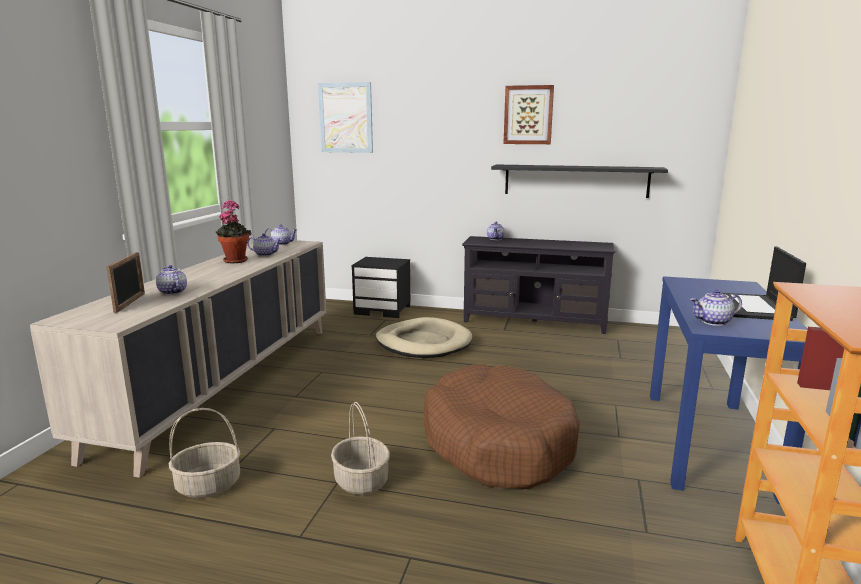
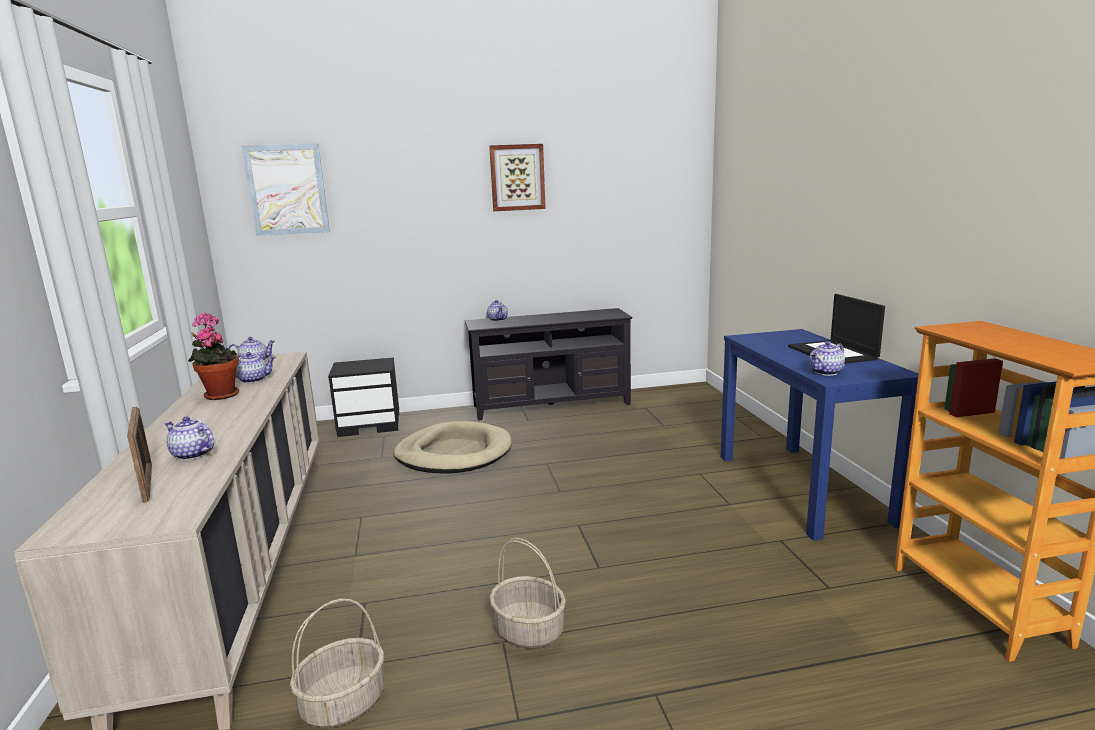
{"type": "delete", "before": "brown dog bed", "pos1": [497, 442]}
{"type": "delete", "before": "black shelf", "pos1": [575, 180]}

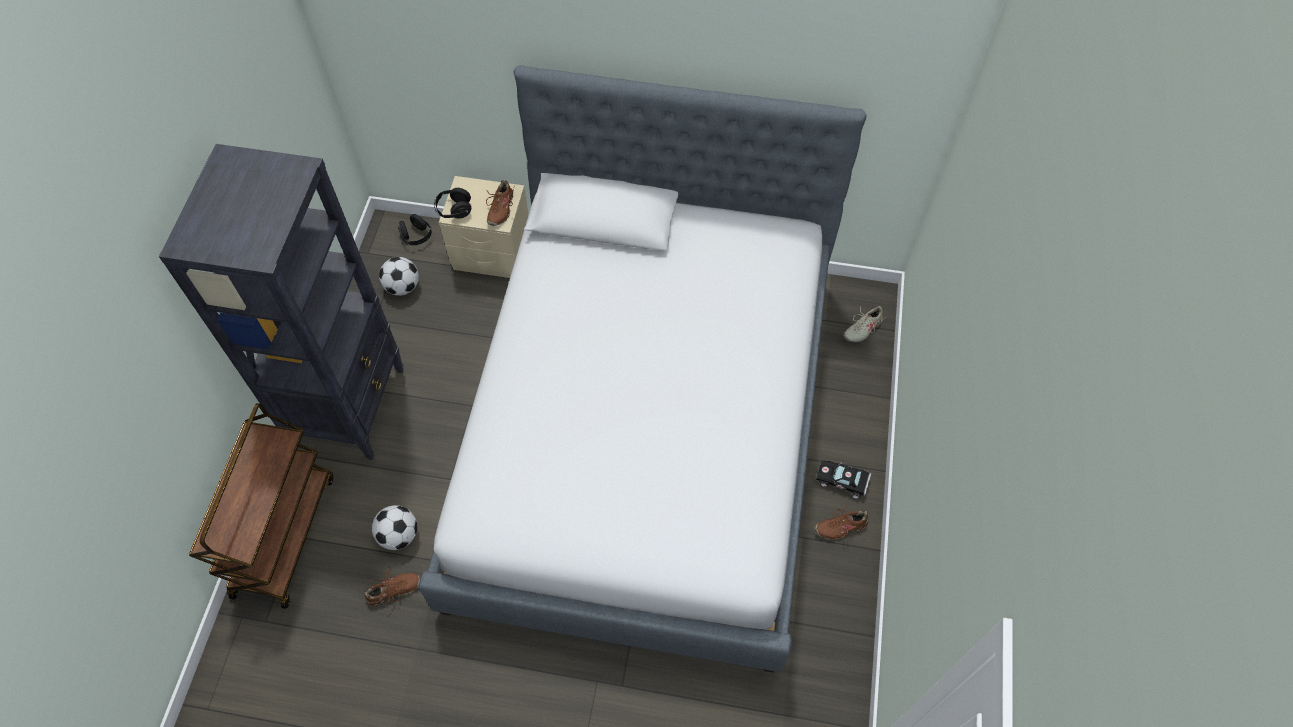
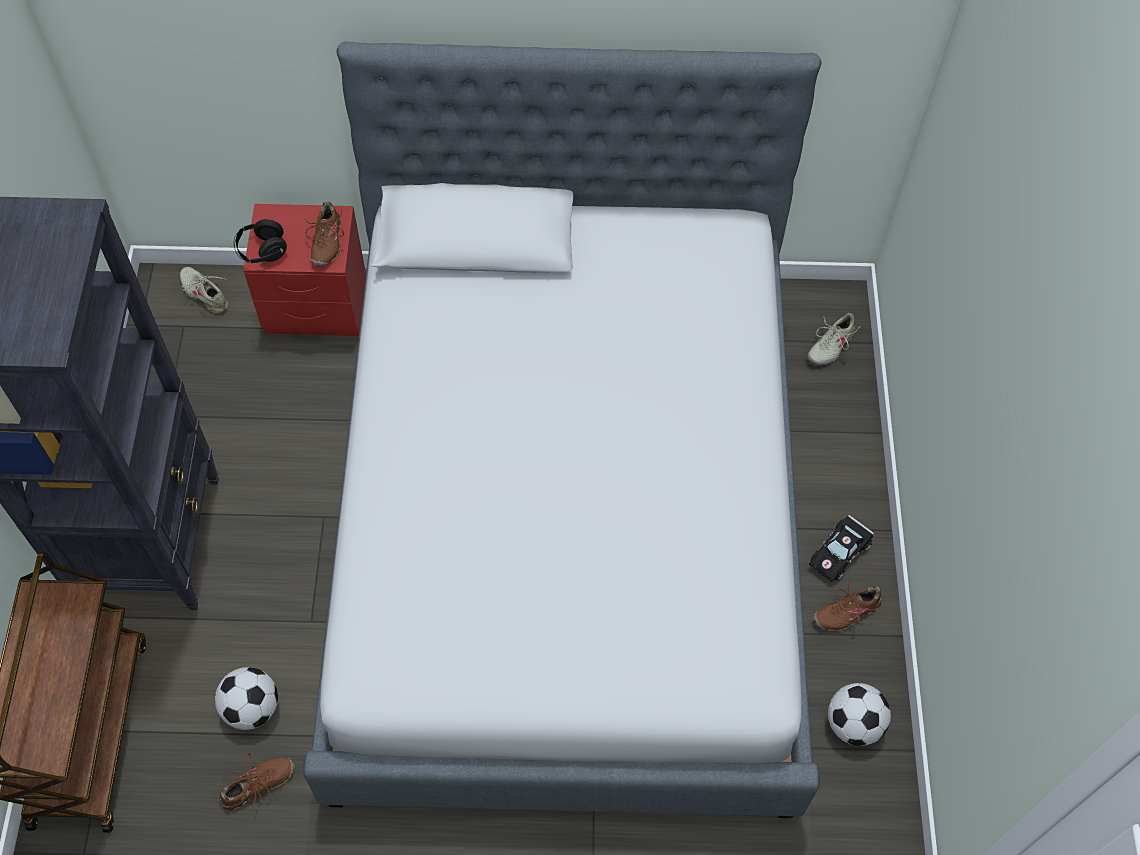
{"type": "move", "before": "football", "pos1": [403, 286], "pos2": [853, 723]}
{"type": "replace", "before": "black headphones", "after": "beige shoe", "pos1": [416, 236], "pos2": [205, 294]}
{"type": "recolor", "before": "beige nightstand", "after": "red nightstand", "pos1": [492, 253], "pos2": [315, 304]}
{"type": "rotate", "before": "black toy car", "pos1": [844, 481], "pos2": [840, 551], "turn": -60}

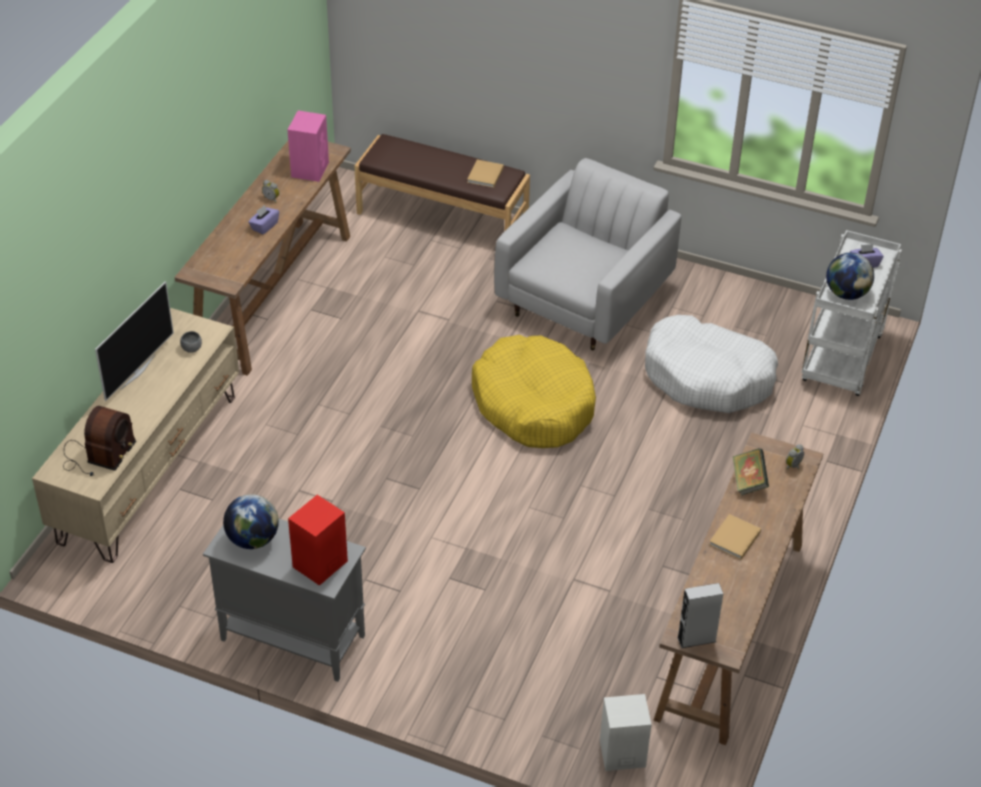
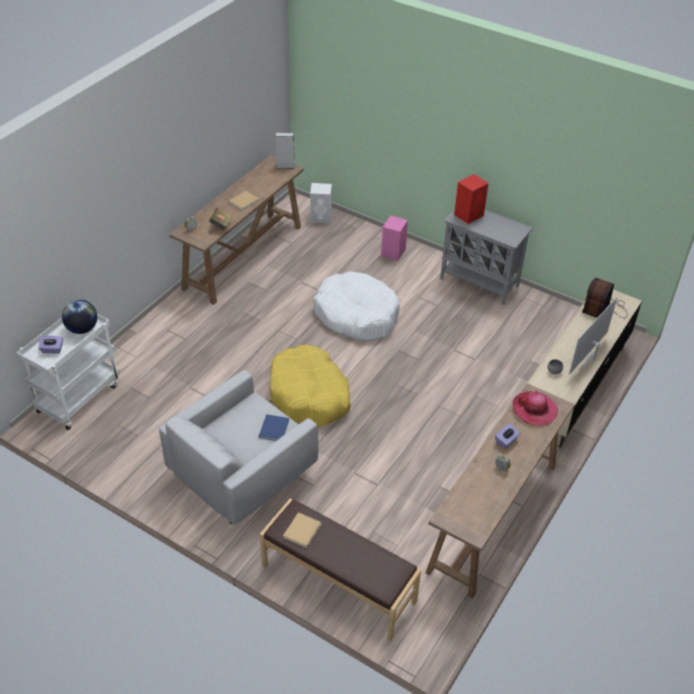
{"type": "delete", "before": "globe", "pos1": [253, 539]}
{"type": "move", "before": "pink speaker", "pos1": [310, 169], "pos2": [393, 253]}
{"type": "move", "before": "white dog bed", "pos1": [707, 377], "pos2": [356, 315]}
{"type": "insert", "after": "blue book", "pos2": [274, 428]}
{"type": "insert", "after": "hat", "pos2": [534, 410]}

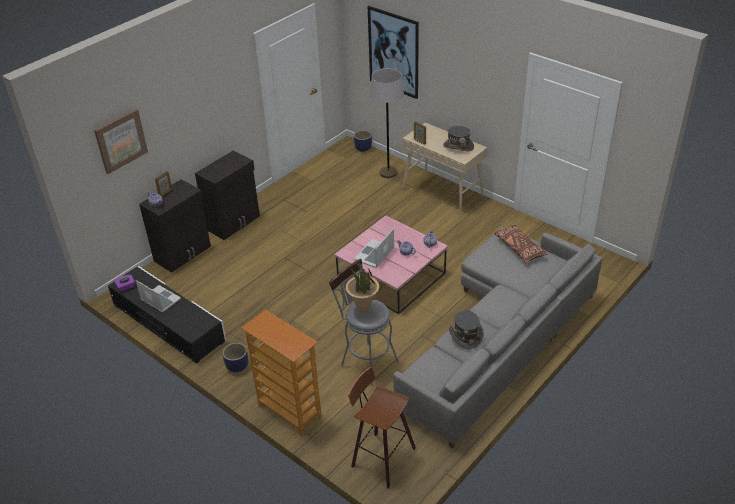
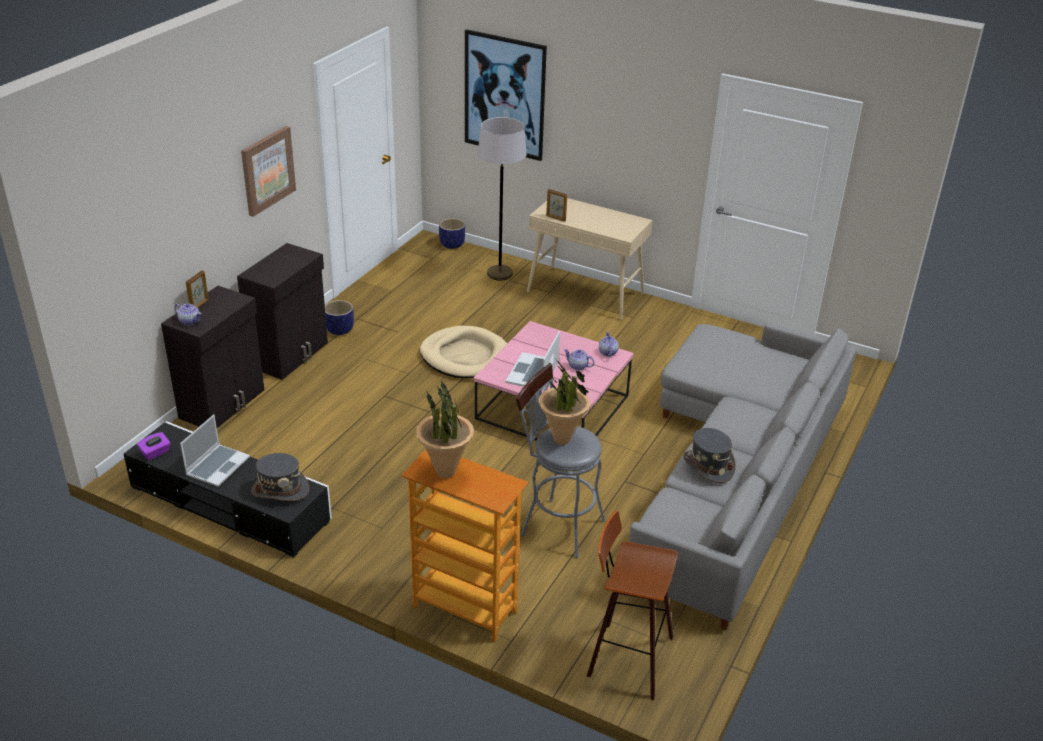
{"type": "move", "before": "picture", "pos1": [120, 140], "pos2": [267, 170]}
{"type": "rotate", "before": "laptop", "pos1": [160, 300], "pos2": [217, 466], "turn": 90}
{"type": "move", "before": "planter", "pos1": [237, 366], "pos2": [340, 329]}
{"type": "move", "before": "grey hat", "pos1": [458, 146], "pos2": [280, 490]}
{"type": "delete", "before": "brown pillow", "pos1": [519, 248]}
{"type": "insert", "after": "potted plant", "pos2": [446, 473]}
{"type": "insert", "after": "beige dog bed", "pos2": [465, 356]}

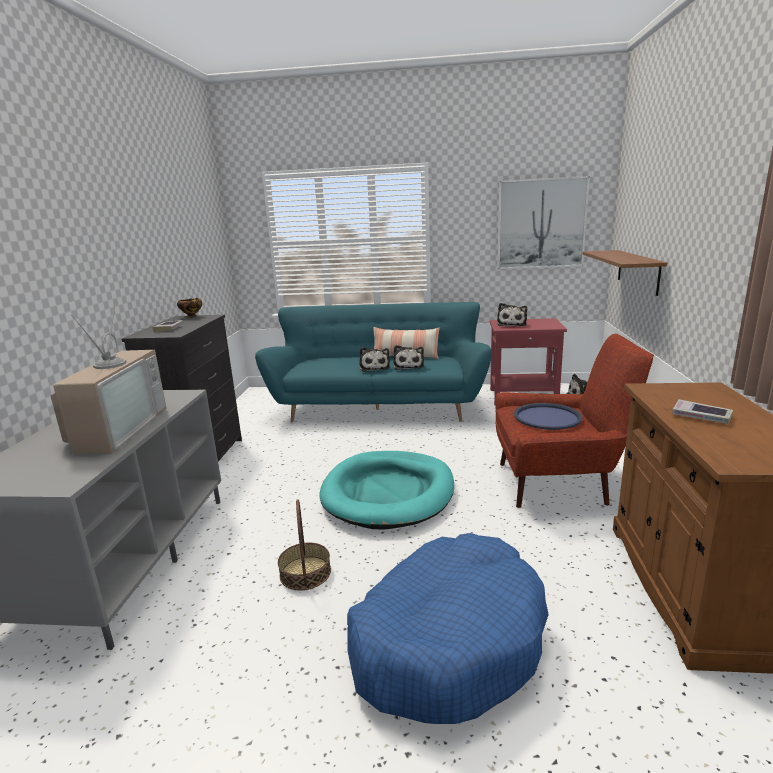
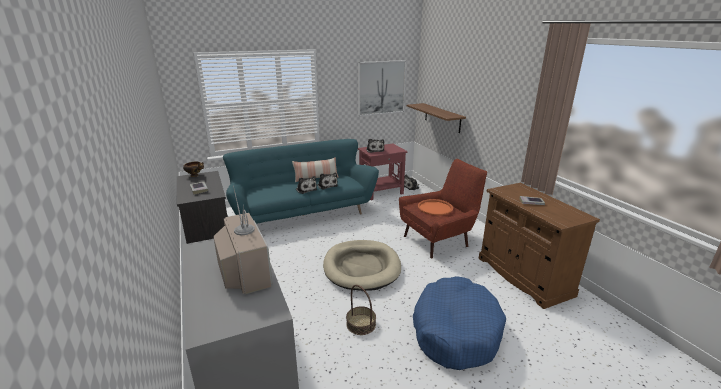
{"type": "recolor", "before": "turquoise dog bed", "after": "beige dog bed", "pos1": [388, 493], "pos2": [361, 267]}
{"type": "recolor", "before": "blue tray", "after": "orange tray", "pos1": [547, 417], "pos2": [435, 208]}

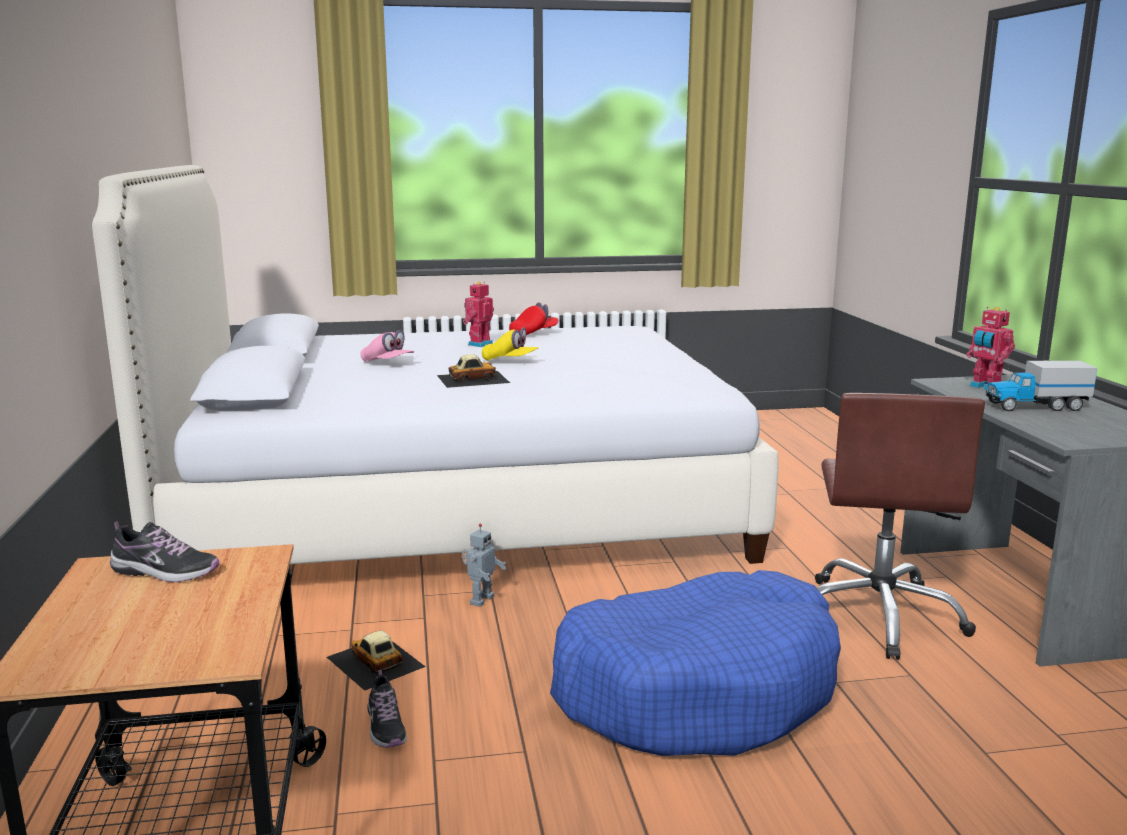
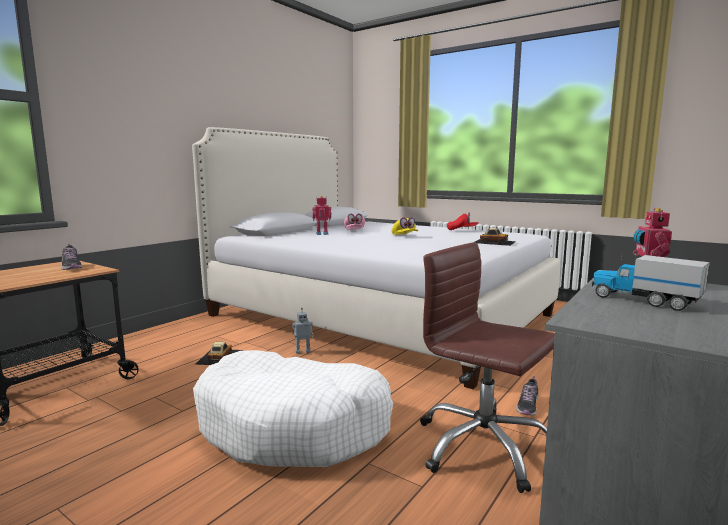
{"type": "move", "before": "shoe", "pos1": [386, 726], "pos2": [528, 406]}
{"type": "move", "before": "toy car", "pos1": [472, 379], "pos2": [494, 242]}
{"type": "move", "before": "toy robot", "pos1": [479, 344], "pos2": [322, 234]}
{"type": "recolor", "before": "blue dog bed", "after": "white dog bed", "pos1": [697, 689], "pos2": [295, 426]}
{"type": "rotate", "before": "brown office chair", "pos1": [879, 616], "pos2": [483, 447], "turn": 75}

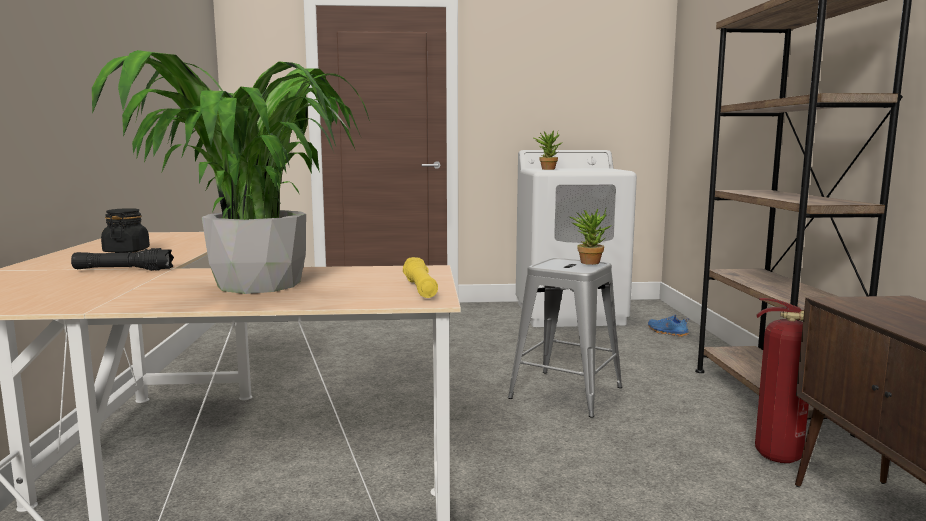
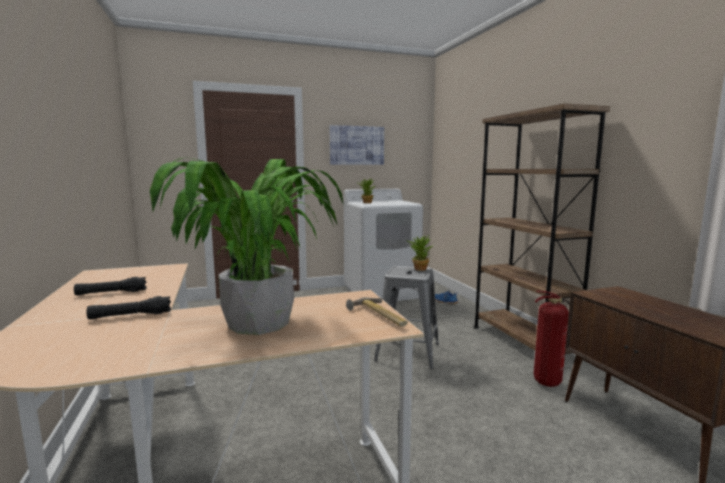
{"type": "replace", "before": "black jar", "after": "black flashlight", "pos1": [126, 251], "pos2": [111, 293]}
{"type": "replace", "before": "yellow flashlight", "after": "hammer", "pos1": [420, 288], "pos2": [378, 316]}
{"type": "insert", "after": "picture", "pos2": [356, 145]}

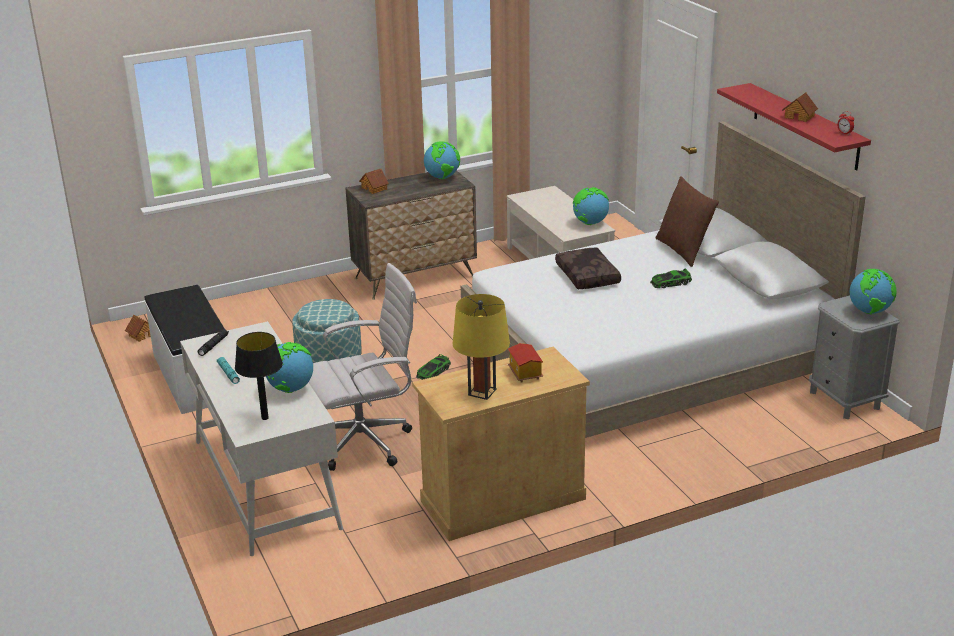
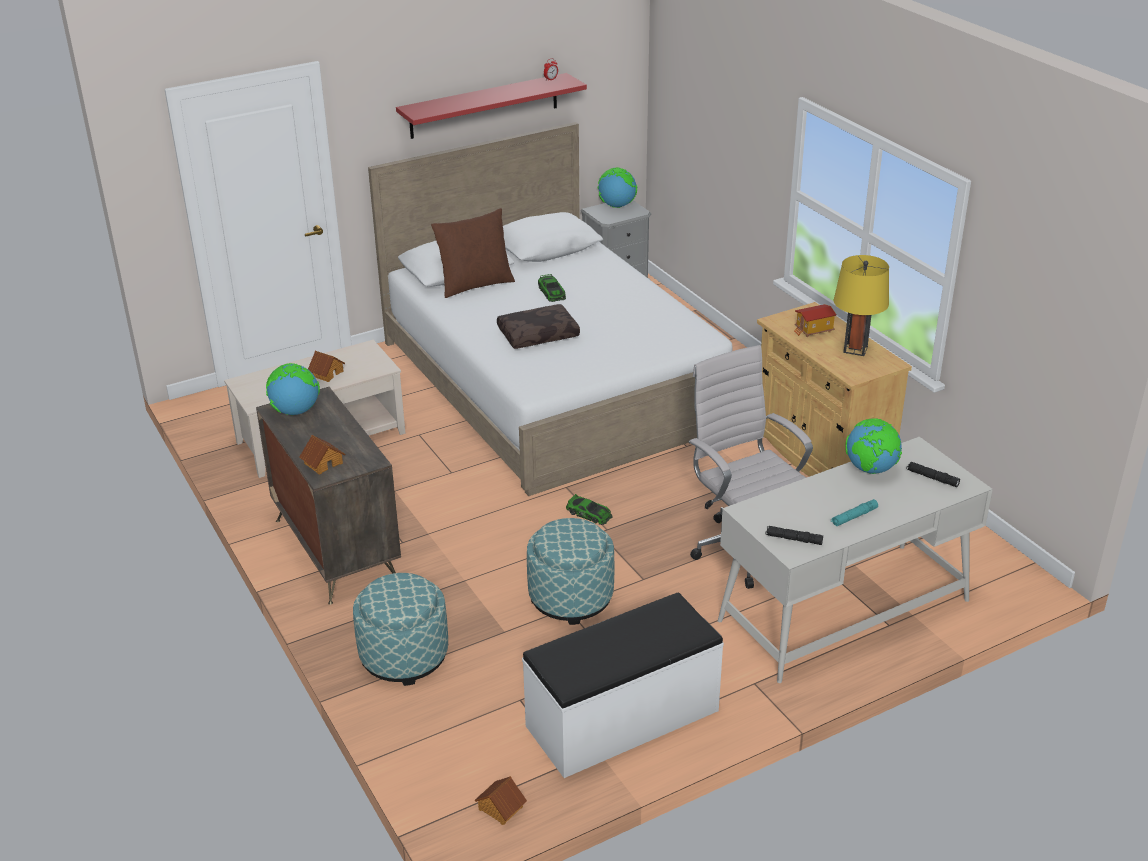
{"type": "replace", "before": "black table lamp", "after": "black flashlight", "pos1": [265, 418], "pos2": [932, 478]}
{"type": "delete", "before": "globe", "pos1": [590, 223]}
{"type": "move", "before": "toy house", "pos1": [799, 116], "pos2": [326, 373]}
{"type": "insert", "after": "ottoman", "pos2": [404, 656]}

